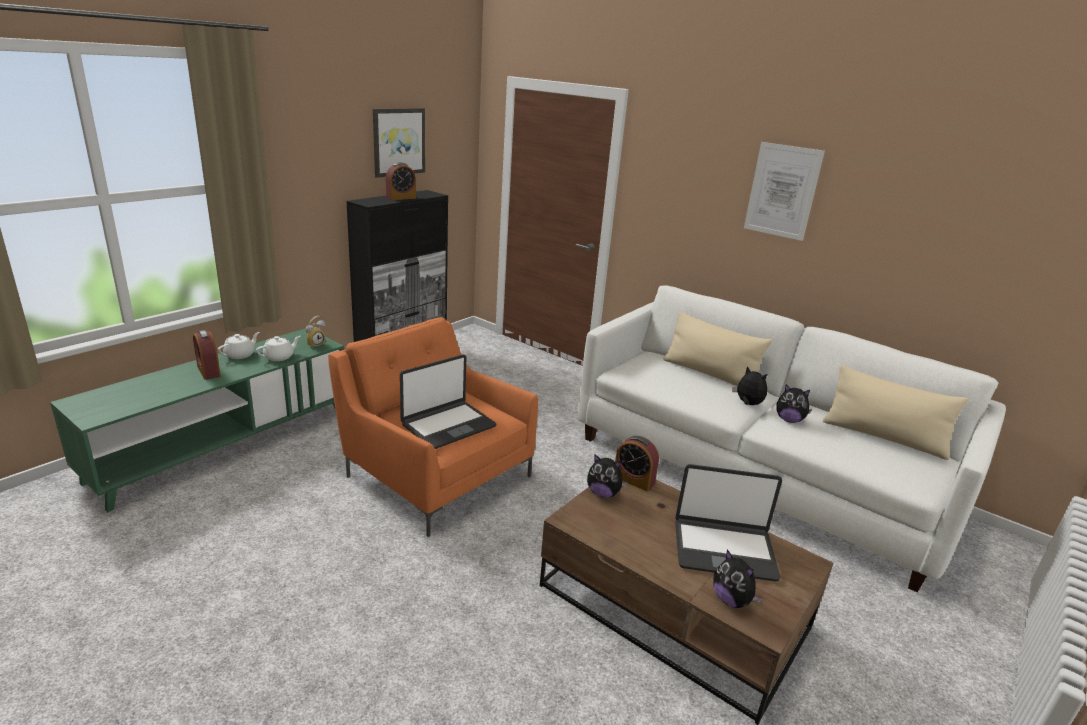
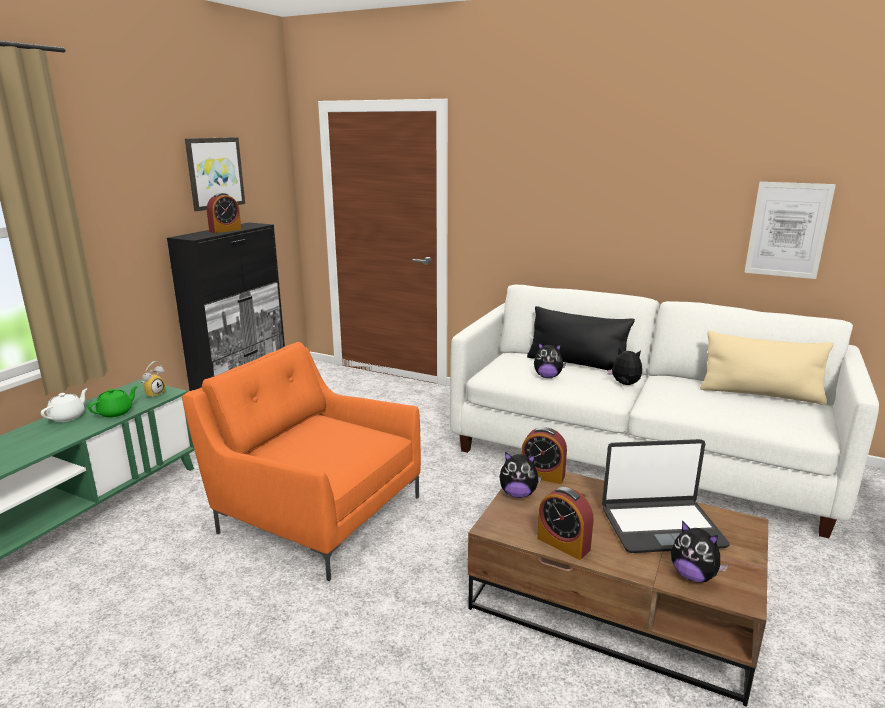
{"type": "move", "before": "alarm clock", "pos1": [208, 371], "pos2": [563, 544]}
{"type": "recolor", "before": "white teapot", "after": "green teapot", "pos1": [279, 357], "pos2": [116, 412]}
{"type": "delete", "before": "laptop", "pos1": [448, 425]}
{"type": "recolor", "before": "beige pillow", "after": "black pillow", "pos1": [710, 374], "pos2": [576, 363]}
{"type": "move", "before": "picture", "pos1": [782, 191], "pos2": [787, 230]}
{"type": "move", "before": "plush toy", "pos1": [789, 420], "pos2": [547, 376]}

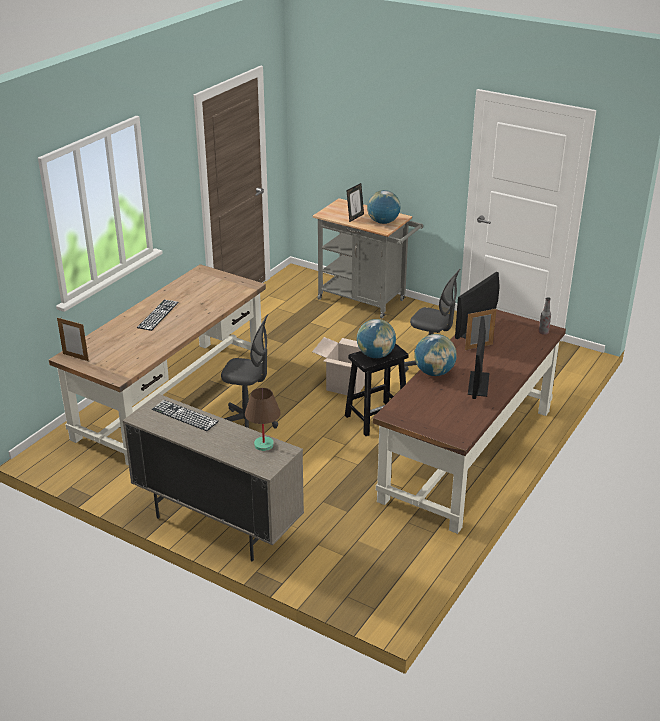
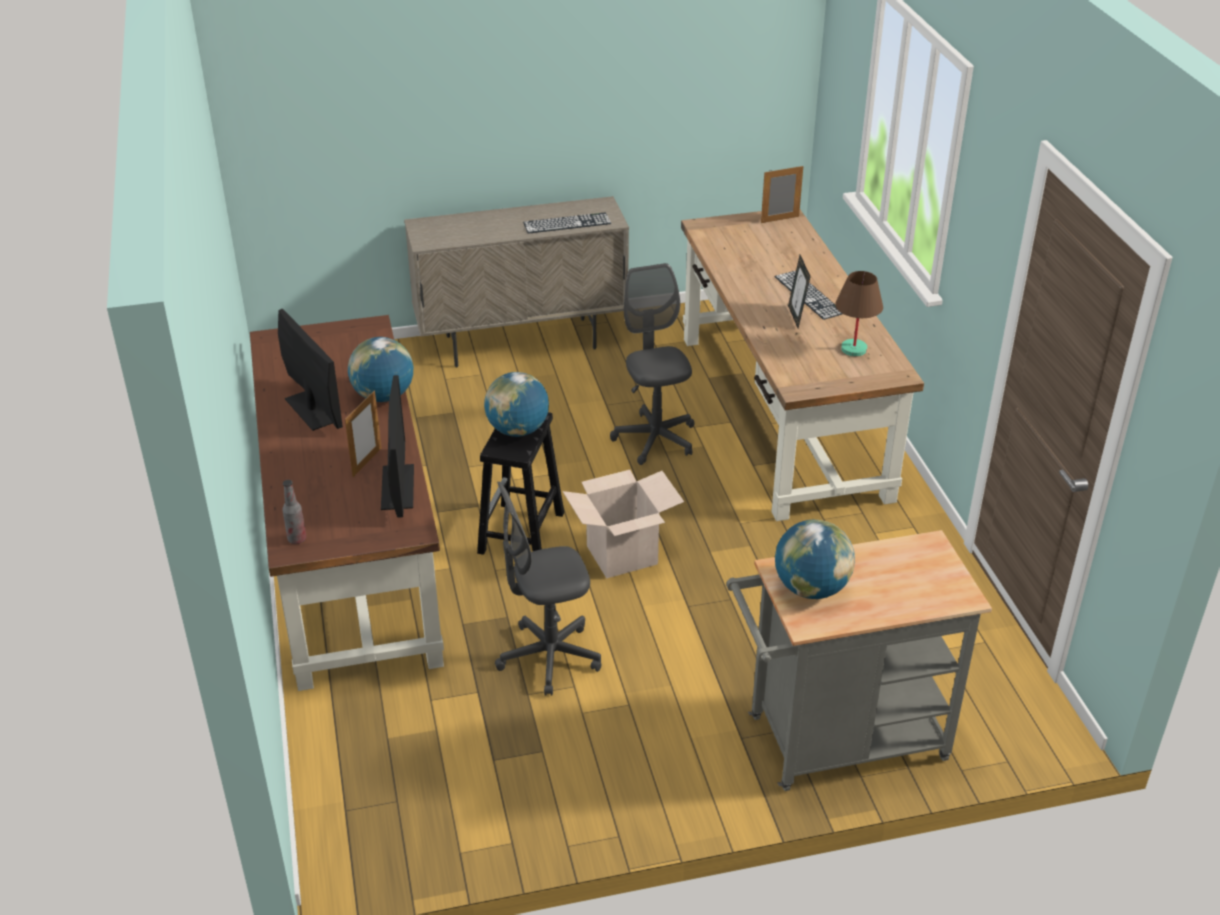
{"type": "rotate", "before": "grey office chair", "pos1": [248, 423], "pos2": [655, 439], "turn": 105}
{"type": "move", "before": "brown table lamp", "pos1": [264, 444], "pos2": [854, 349]}
{"type": "move", "before": "picture frame", "pos1": [355, 217], "pos2": [796, 317]}

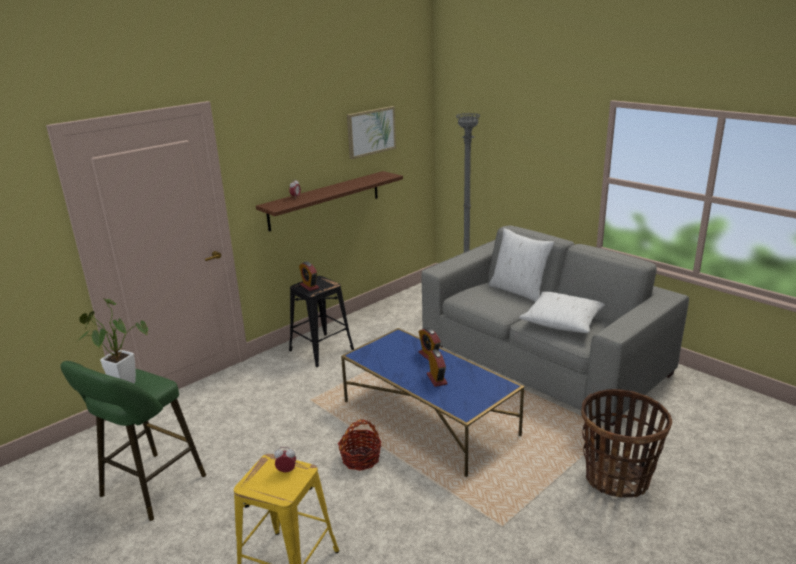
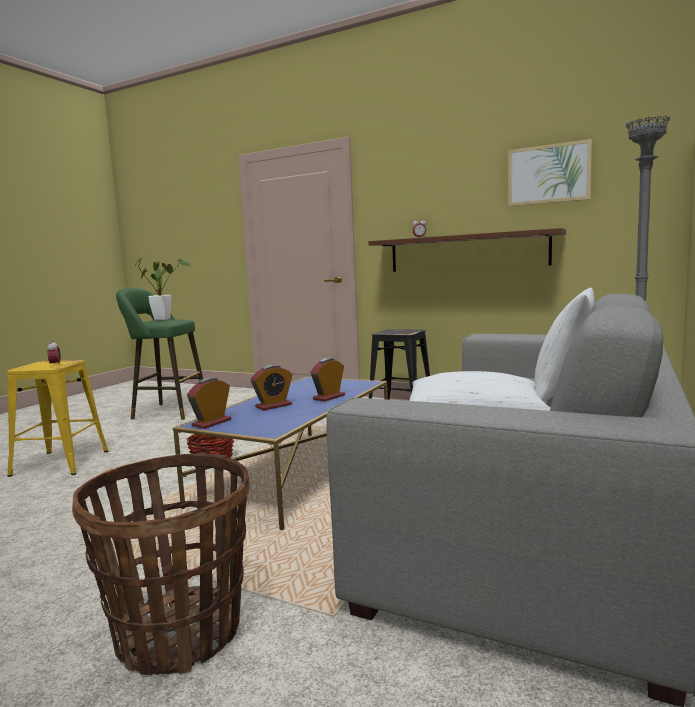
{"type": "move", "before": "alarm clock", "pos1": [309, 286], "pos2": [211, 423]}

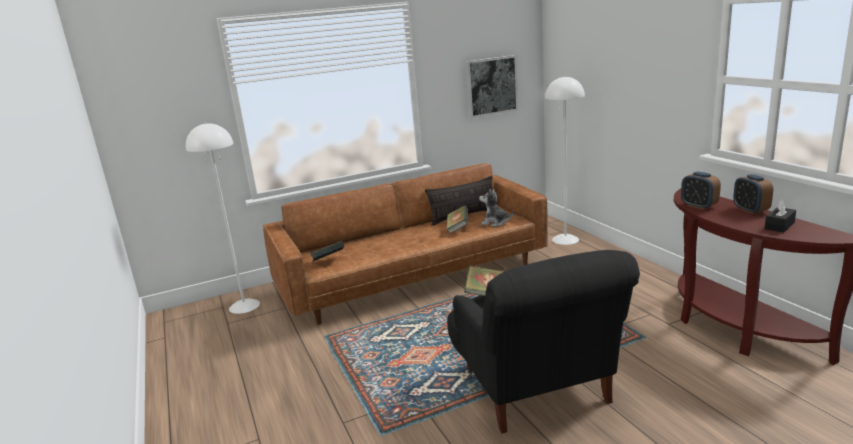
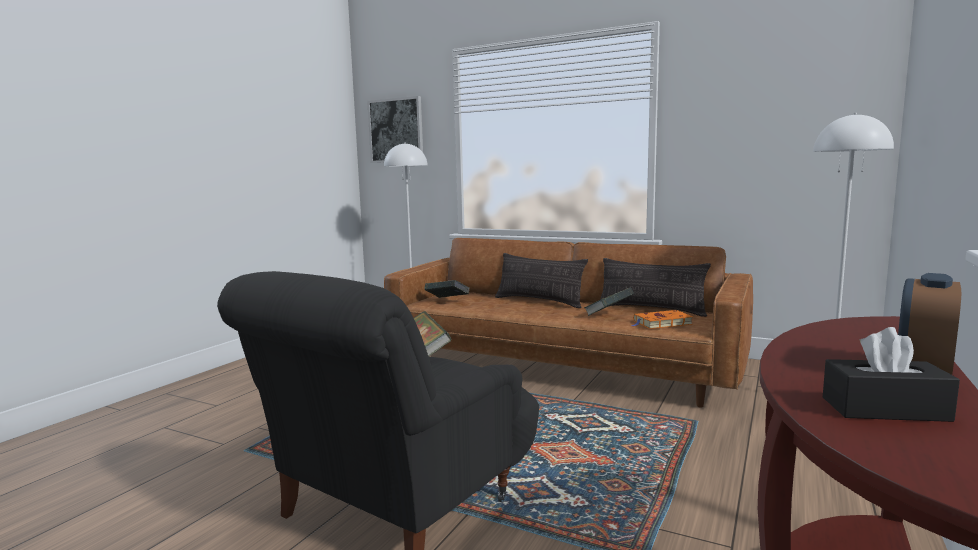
{"type": "move", "before": "picture", "pos1": [491, 86], "pos2": [396, 130]}
{"type": "replace", "before": "plush toy", "after": "orange book", "pos1": [495, 223], "pos2": [661, 323]}
{"type": "delete", "before": "alarm clock", "pos1": [698, 206]}
{"type": "insert", "after": "pillow", "pos2": [539, 301]}

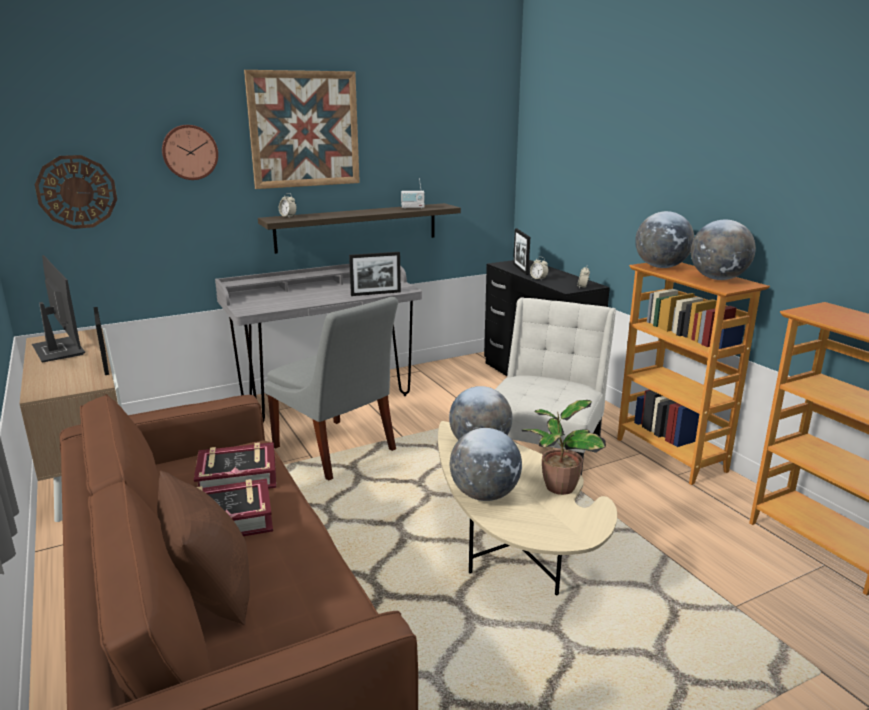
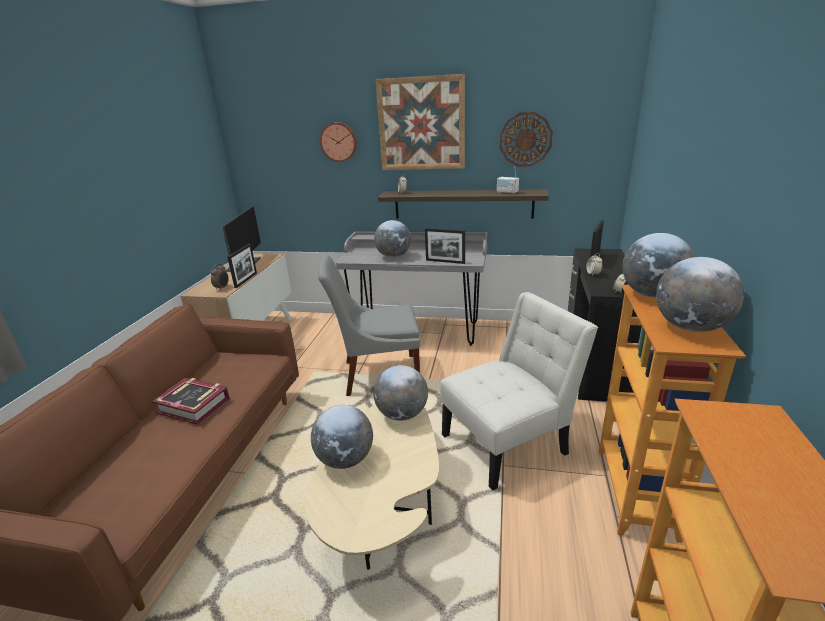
{"type": "move", "before": "wall clock", "pos1": [77, 192], "pos2": [525, 139]}
{"type": "delete", "before": "brown pillow", "pos1": [211, 591]}
{"type": "delete", "before": "book", "pos1": [237, 477]}
{"type": "rotate", "before": "grey chair", "pos1": [336, 451], "pos2": [377, 374], "turn": 90}
{"type": "delete", "before": "potted plant", "pos1": [558, 487]}
{"type": "insert", "after": "alarm clock", "pos2": [222, 288]}
{"type": "insert", "after": "globe", "pos2": [393, 256]}

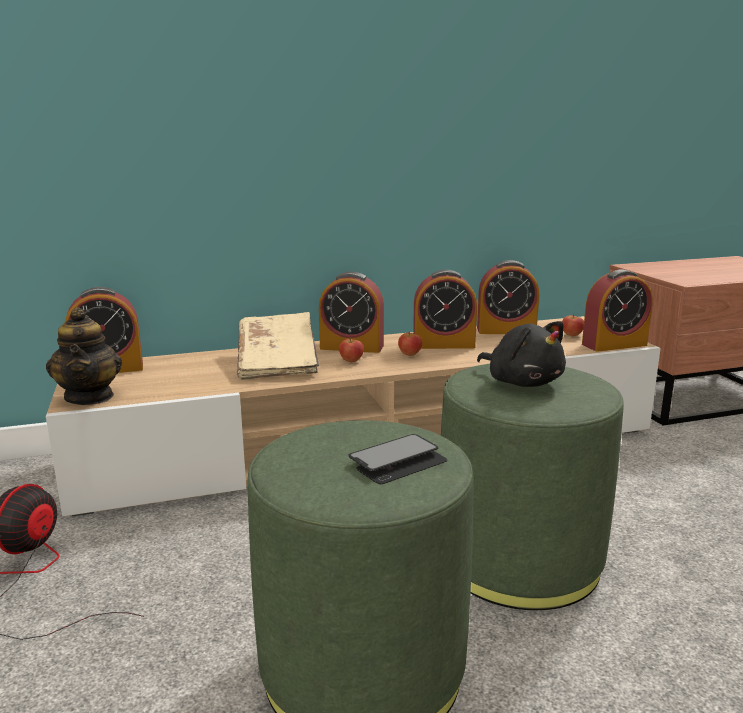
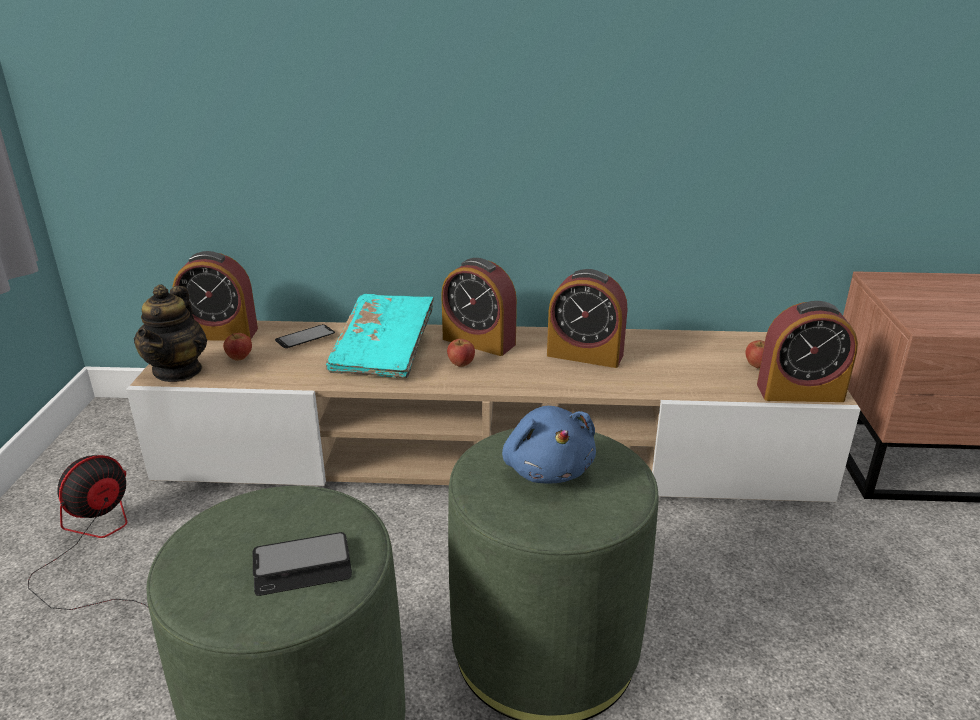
{"type": "recolor", "before": "beige book", "after": "turquoise book", "pos1": [278, 362], "pos2": [384, 353]}
{"type": "move", "before": "apple", "pos1": [410, 354], "pos2": [240, 358]}
{"type": "delete", "before": "alarm clock", "pos1": [506, 330]}
{"type": "recolor", "before": "black plush toy", "after": "blue plush toy", "pos1": [522, 382], "pos2": [547, 468]}
{"type": "insert", "after": "phone", "pos2": [305, 338]}

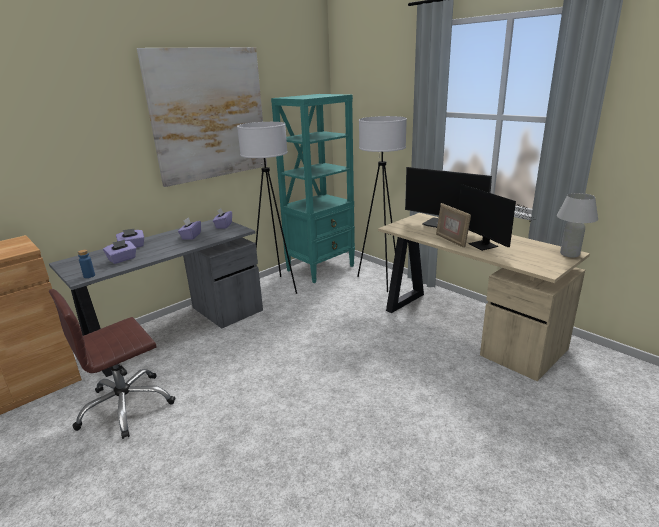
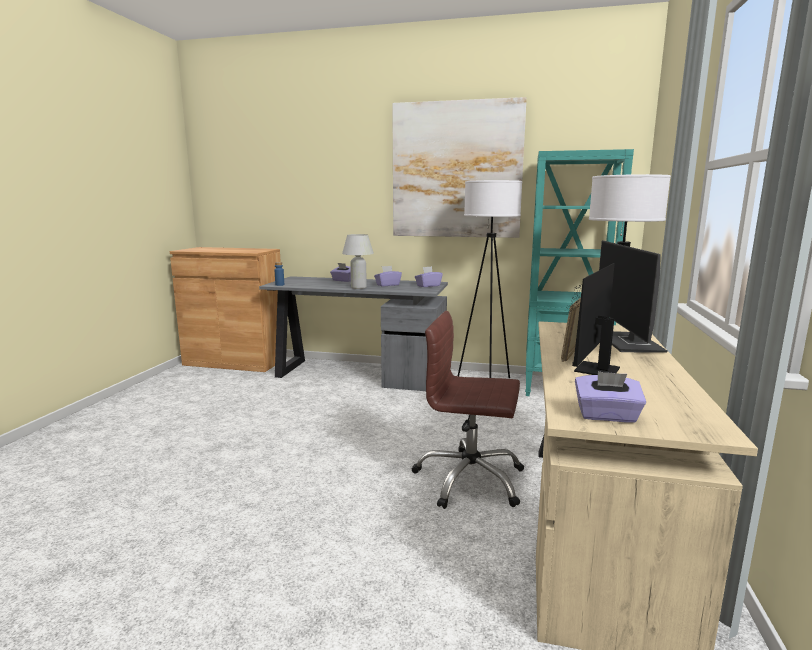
{"type": "move", "before": "brown office chair", "pos1": [126, 406], "pos2": [469, 480]}
{"type": "move", "before": "purple tissue box", "pos1": [122, 259], "pos2": [606, 416]}
{"type": "move", "before": "white table lamp", "pos1": [569, 254], "pos2": [358, 287]}

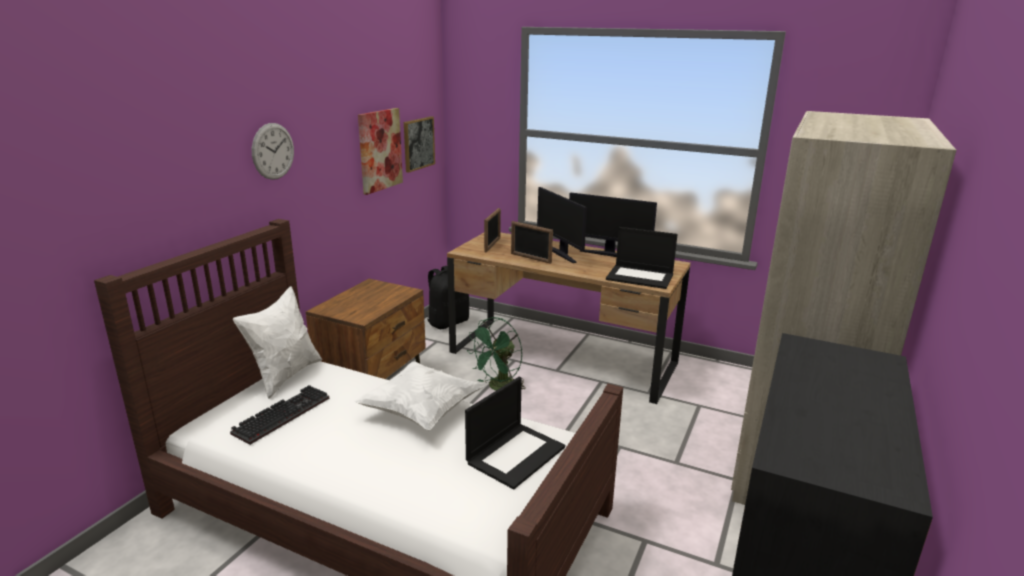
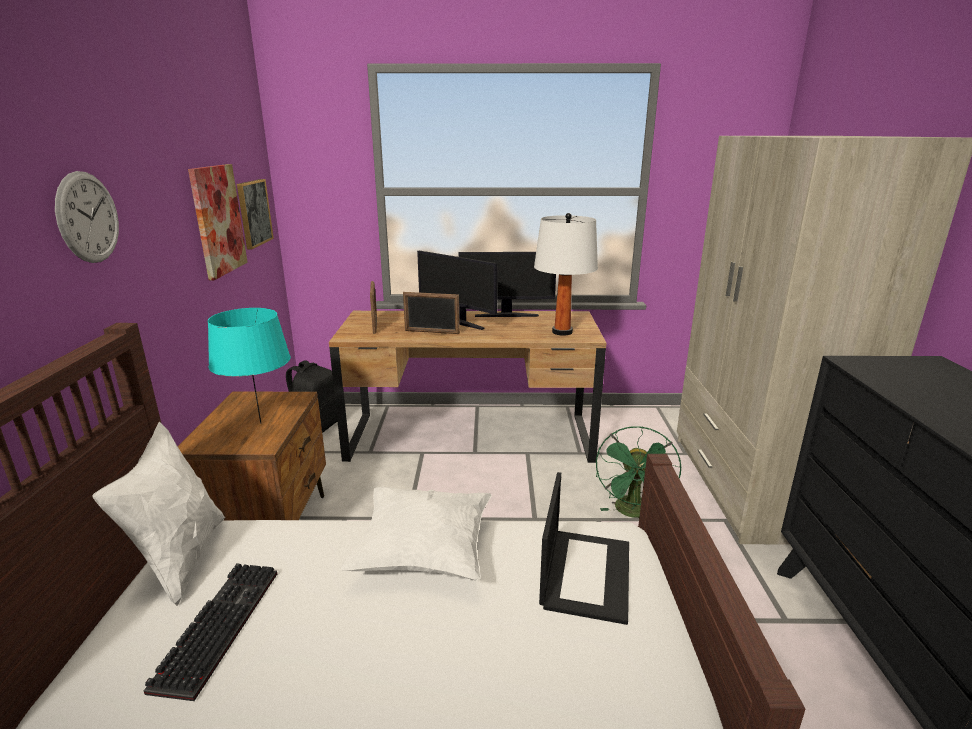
{"type": "move", "before": "green fan", "pos1": [499, 388], "pos2": [634, 513]}
{"type": "replace", "before": "laptop", "after": "white table lamp", "pos1": [640, 277], "pos2": [562, 332]}
{"type": "insert", "after": "turquoise table lamp", "pos2": [260, 422]}

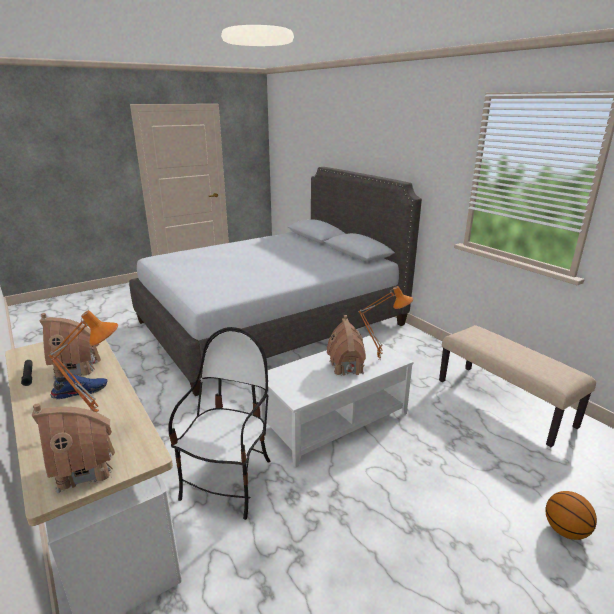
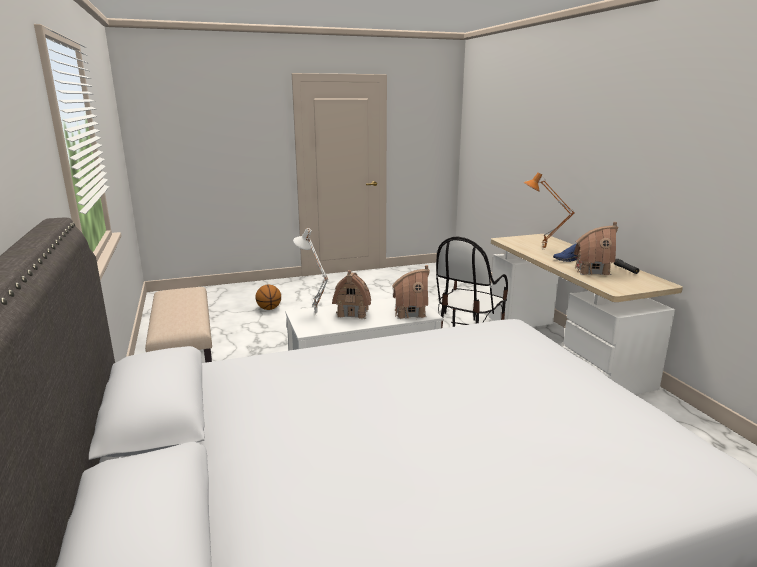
{"type": "move", "before": "toy house", "pos1": [85, 469], "pos2": [410, 313]}
{"type": "recolor", "before": "orange table lamp", "after": "white table lamp", "pos1": [380, 359], "pos2": [314, 315]}

